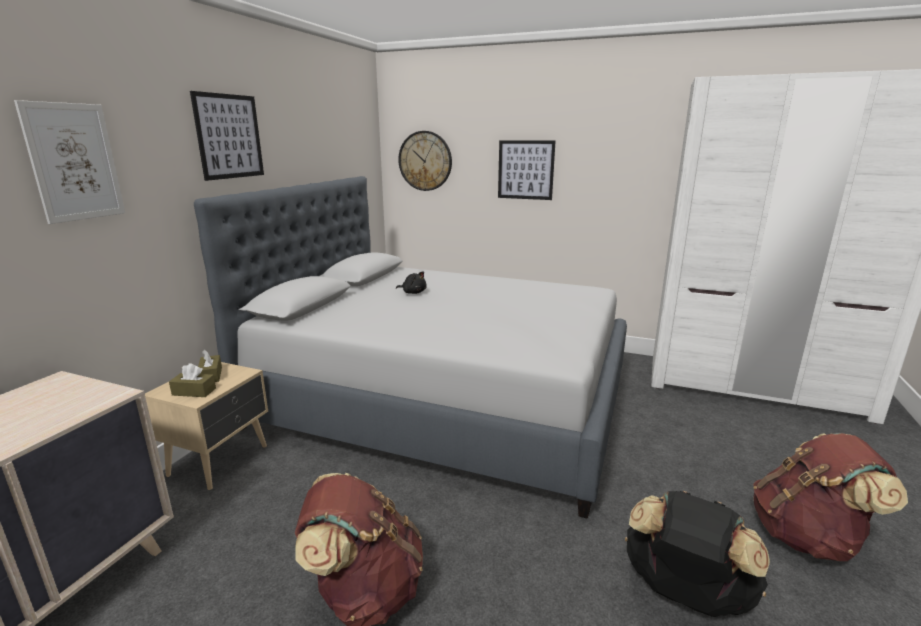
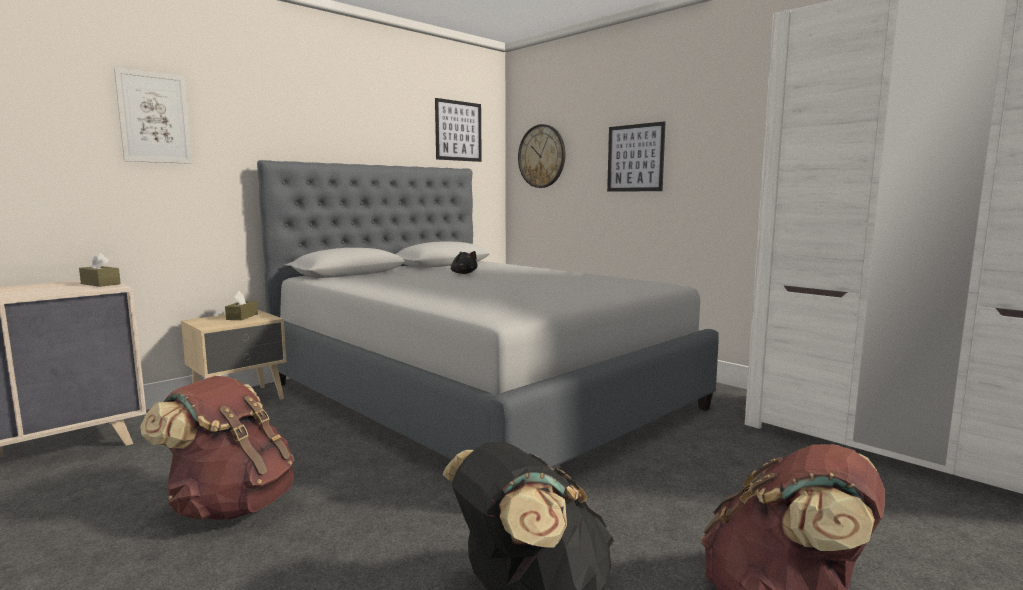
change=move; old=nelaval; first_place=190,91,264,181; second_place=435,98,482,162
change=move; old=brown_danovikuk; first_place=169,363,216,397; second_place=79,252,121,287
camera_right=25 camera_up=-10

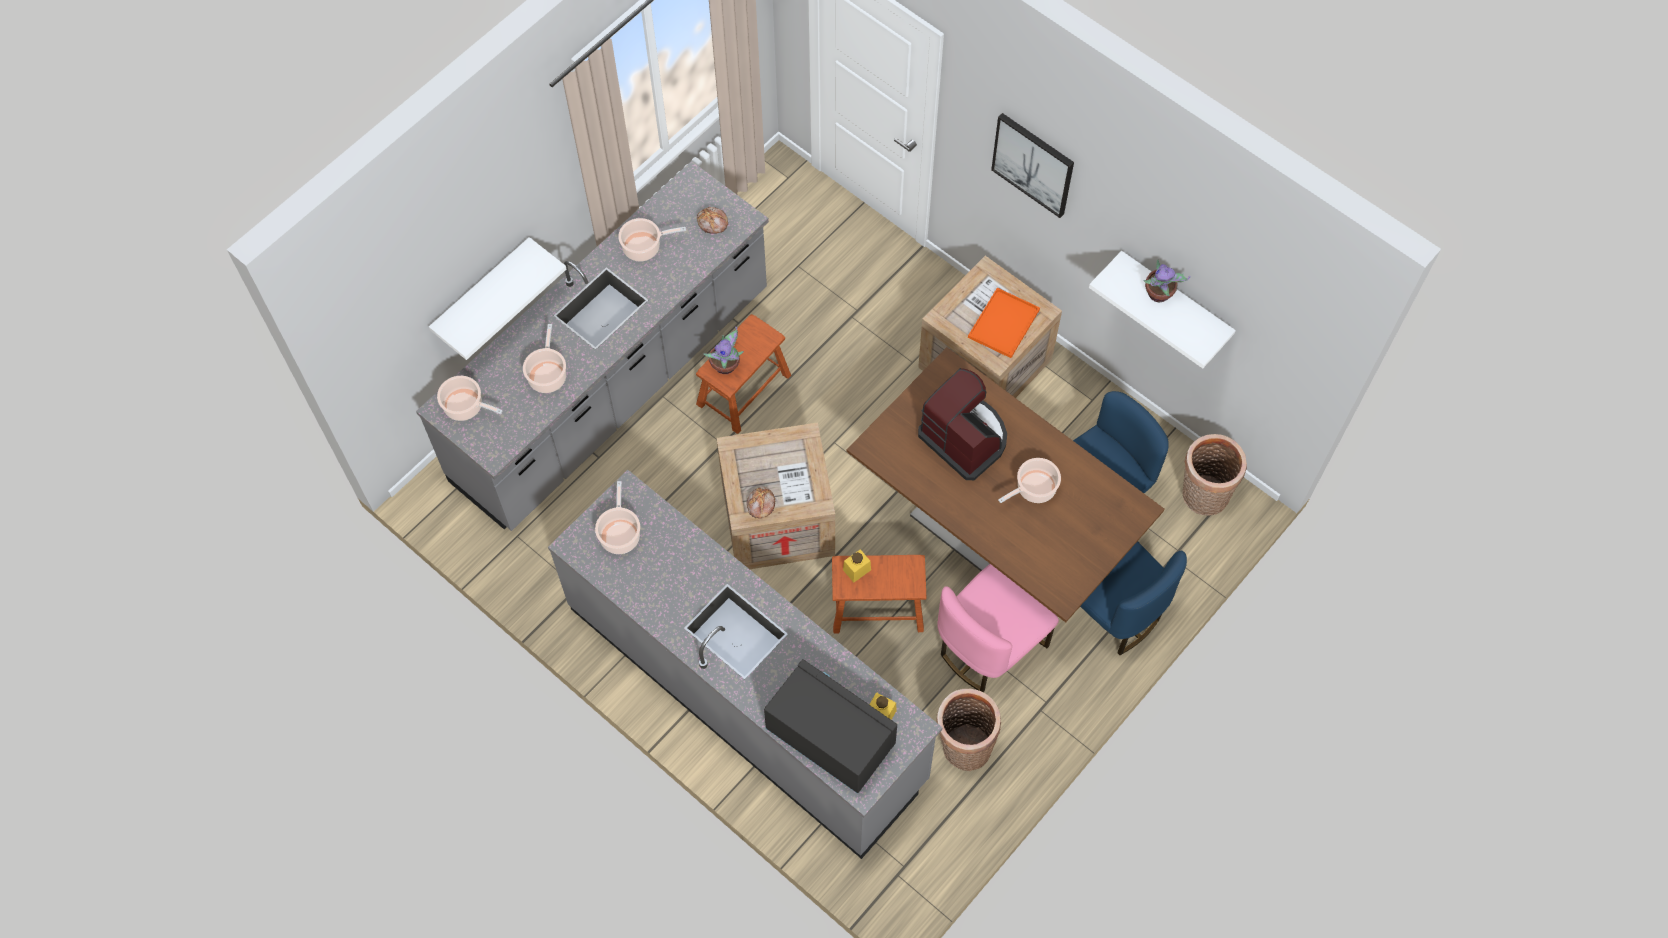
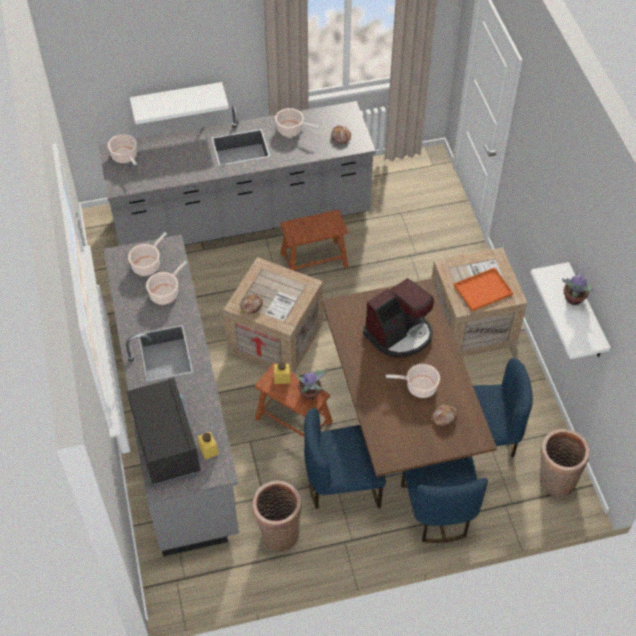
change=delete; old=nelaval; first_place=991,113,1074,218
change=move; old=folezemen; first_place=523,324,566,393; second_place=146,261,187,305
change=move; old=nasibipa; first_place=703,326,744,374; second_place=296,368,327,400
change=rotate; old=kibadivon; first_place=918,368,1007,480; second_place=363,278,434,358; degrees=60
change=recolor; old=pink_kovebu; new=blue_kovebu; first_place=937,564,1059,692; second_place=304,408,386,509
change=insert; new=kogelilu; second_place=432,405,457,426
camera_right=35 camera_up=-10

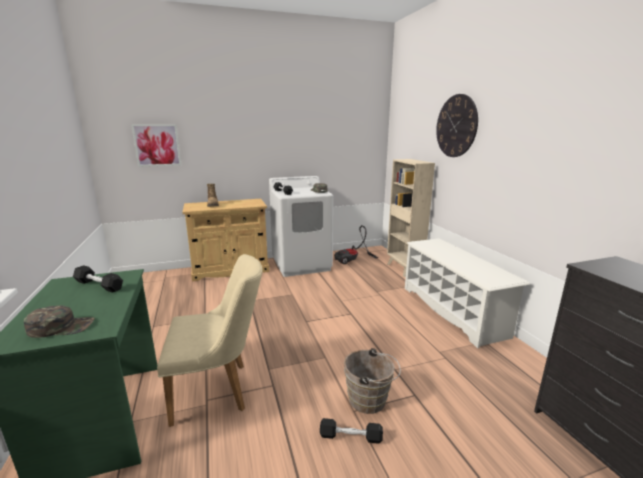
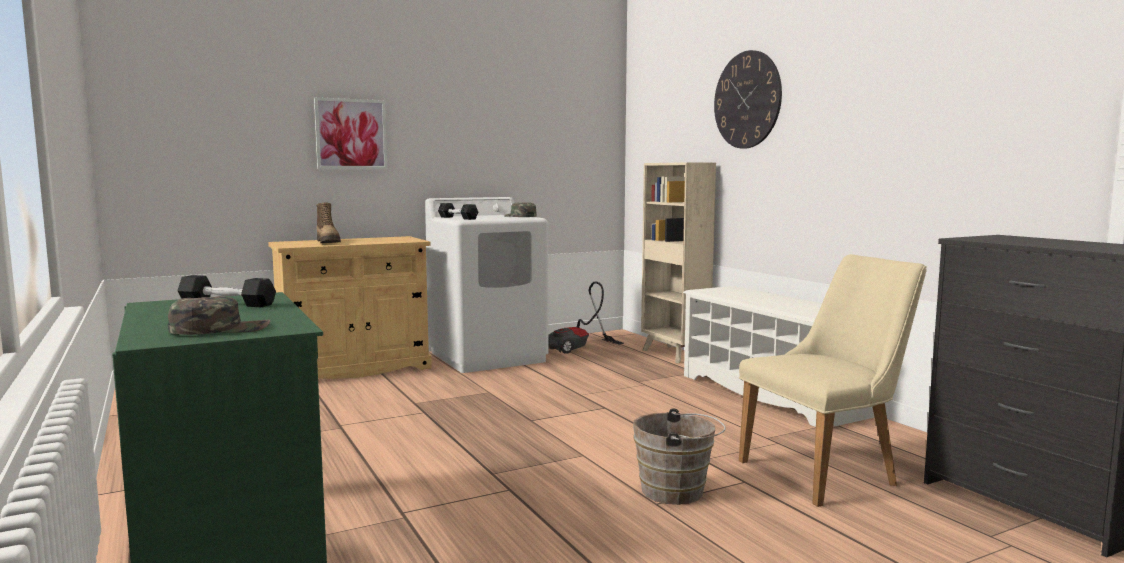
change=move; old=nelaval; first_place=131,124,181,167; second_place=314,97,387,169
change=move; old=beige_kovebu; first_place=157,254,263,427; second_place=739,254,927,507
change=delete; old=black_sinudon; first_place=320,418,383,444
camera_right=-10 camera_up=-10

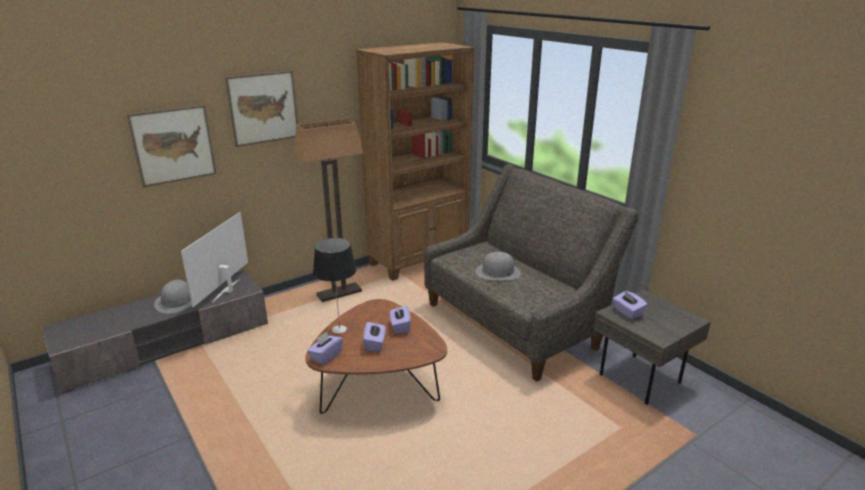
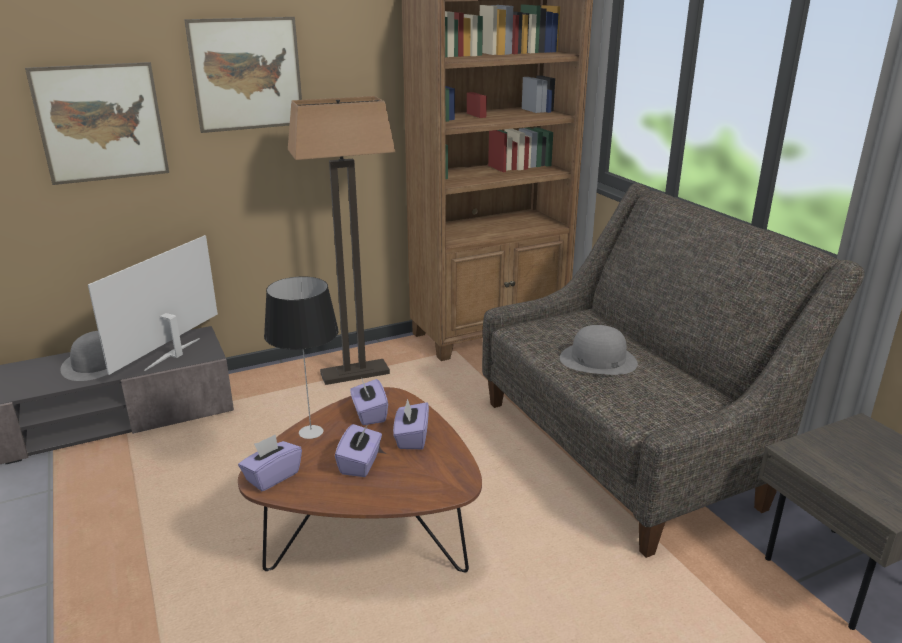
change=move; old=purple_danovikuk; first_place=613,291,648,319; second_place=350,377,388,425
camera_right=10 camera_up=0

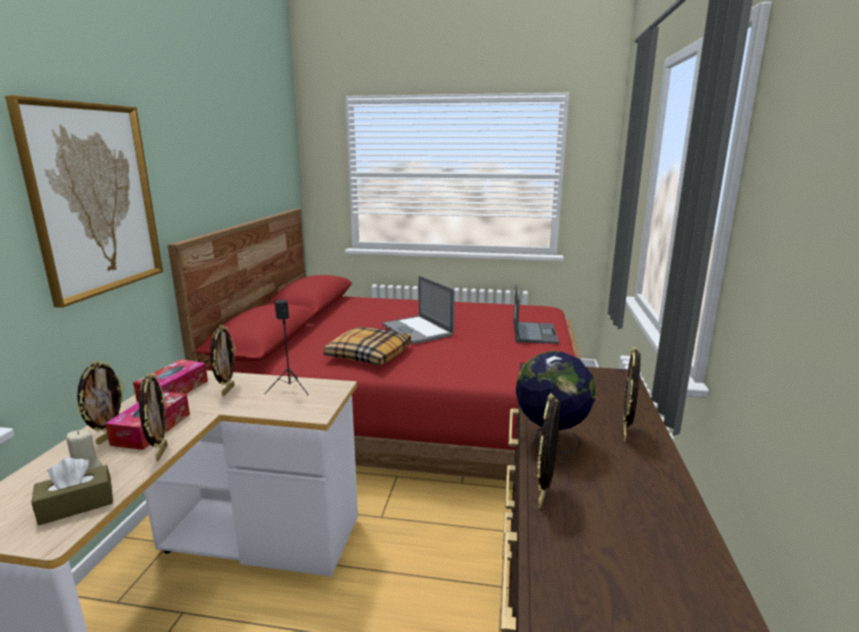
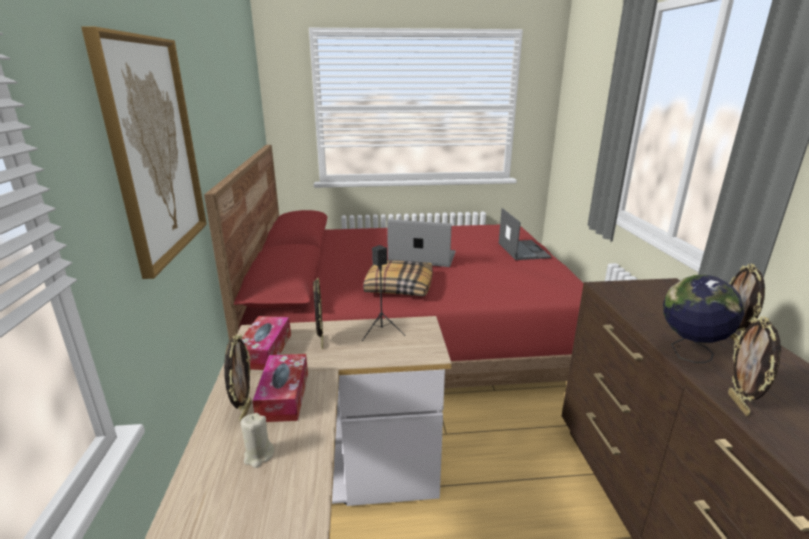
change=rotate; old=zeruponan; first_place=382,275,455,344; second_place=387,219,456,267; degrees=150
change=delete; old=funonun; first_place=139,372,168,462
change=delete; old=brown_danovikuk; first_place=31,457,113,525
camera_right=-15 camera_up=5

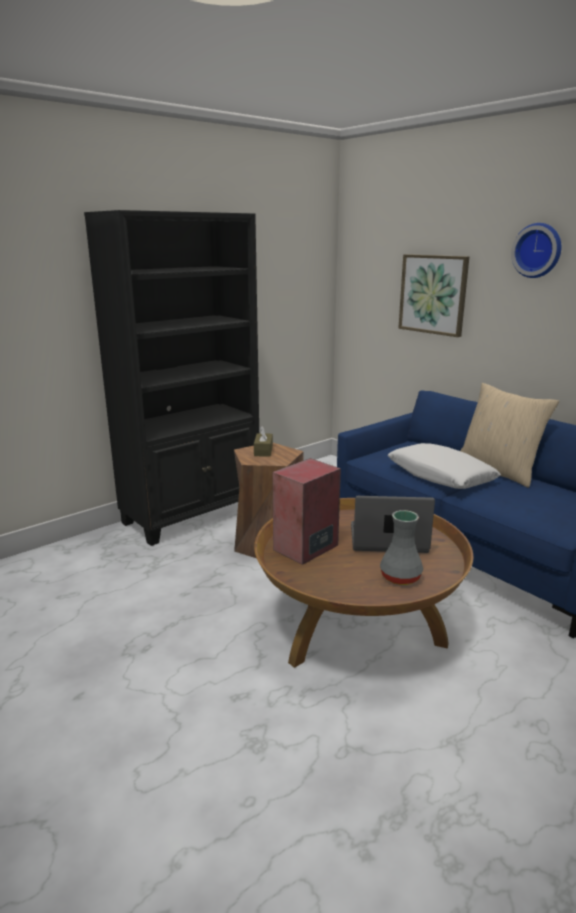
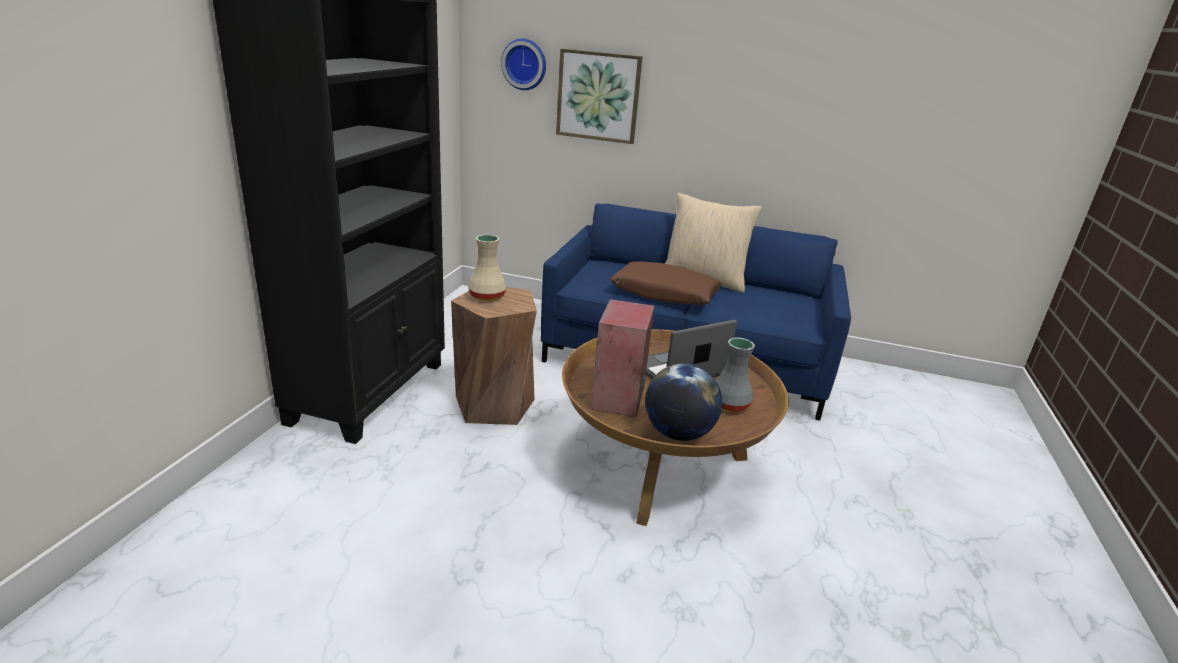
change=move; old=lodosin; first_place=511,223,561,278; second_place=501,38,546,90
change=replace; old=brown_danovikuk; new=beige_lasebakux; first_place=254,426,273,457; second_place=468,235,507,301
change=recolor; old=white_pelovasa; new=brown_pelovasa; first_place=388,443,501,489; second_place=610,261,722,305
change=insert; new=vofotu; second_place=645,364,722,441
camera_right=-35 camera_up=5

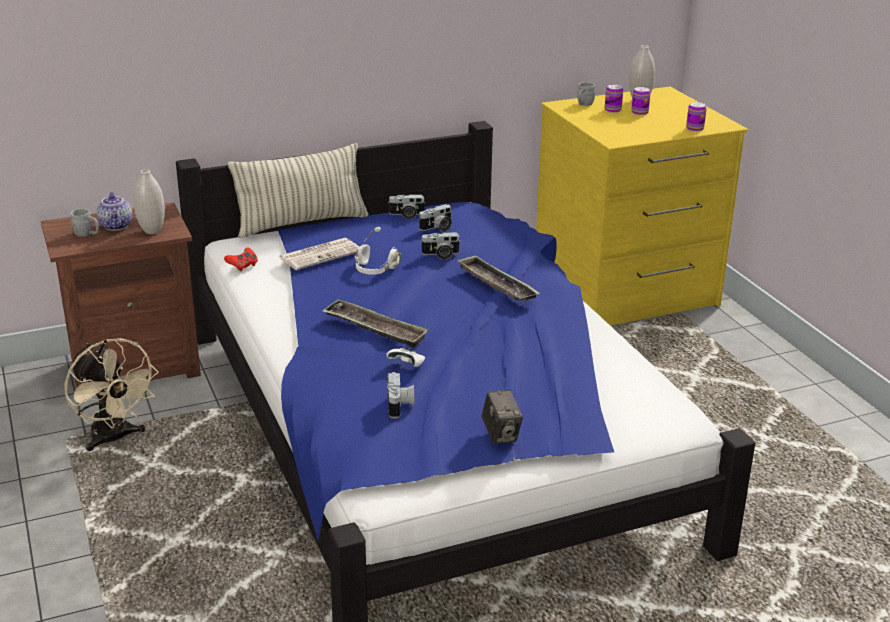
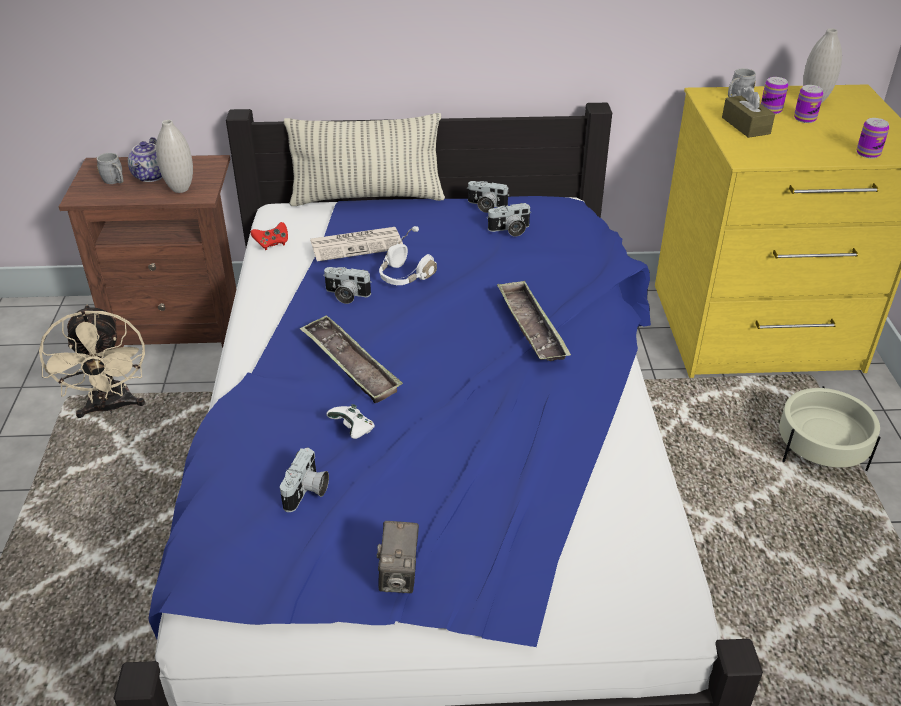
change=move; old=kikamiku; first_place=420,232,461,260; second_place=323,267,372,304
change=insert; new=brown_danovikuk; second_place=722,85,775,138
change=insert; new=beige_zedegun; second_place=779,386,881,471
camera_right=20 camera_up=10

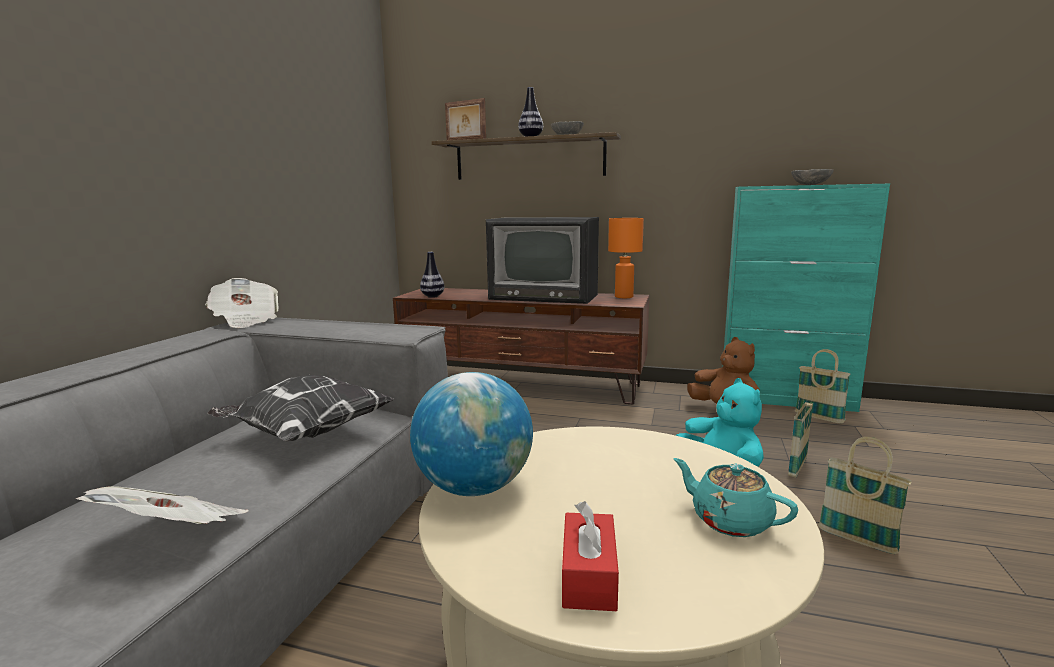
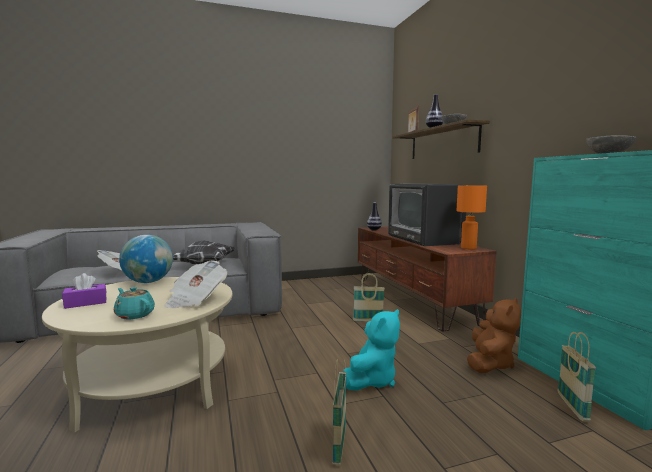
change=move; old=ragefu; first_place=205,278,279,328; second_place=164,260,227,308
change=move; old=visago; first_place=788,384,813,478; second_place=353,273,385,321
change=rotate; old=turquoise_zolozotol; first_place=674,458,798,537; second_place=114,287,155,319; degrees=-60
change=recolor; old=red_danovikuk; new=purple_danovikuk; first_place=562,501,619,611; second_place=62,273,106,309
camera_right=55 camera_up=-5

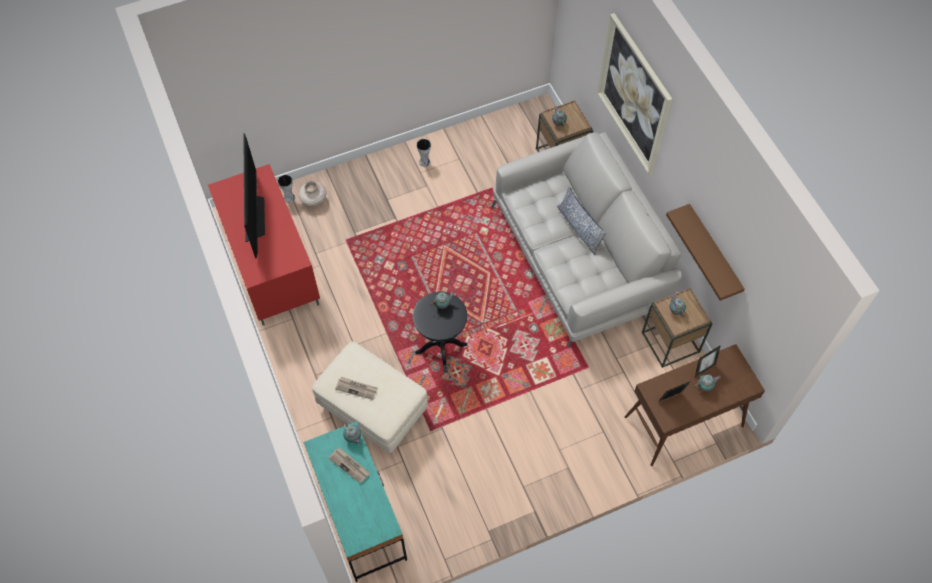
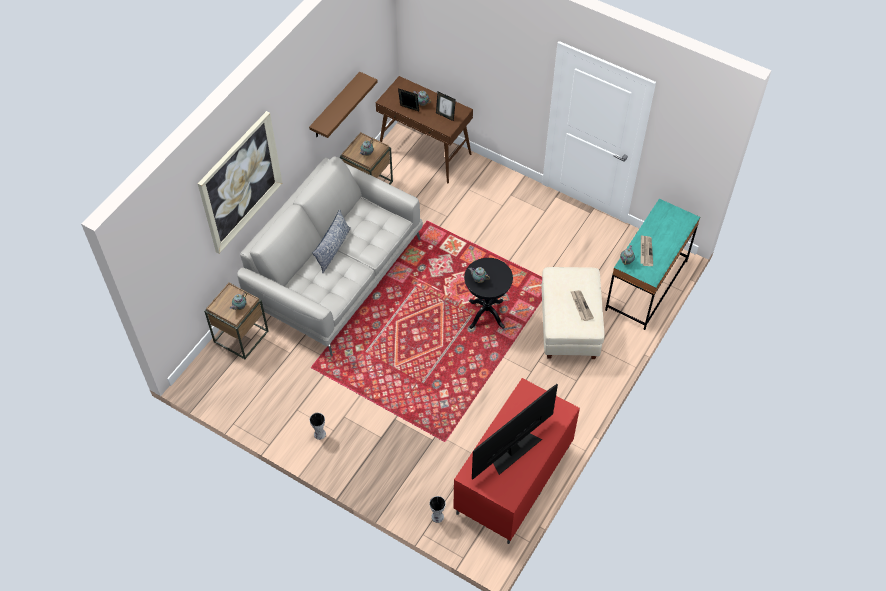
change=delete; old=beige_lasebakux; first_place=299,181,326,206
camera_right=-125 camera_up=-5

